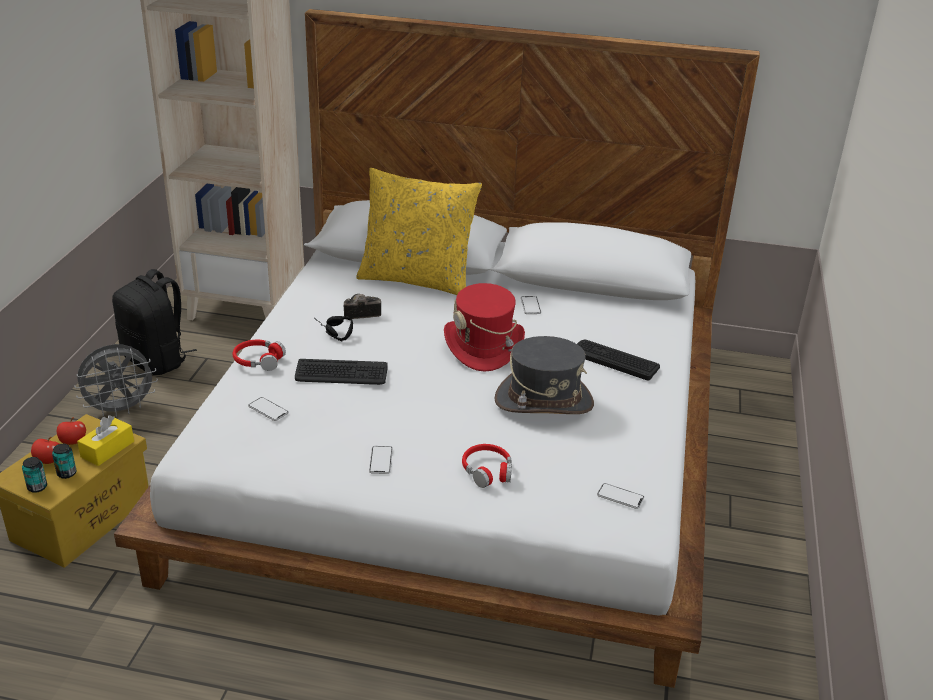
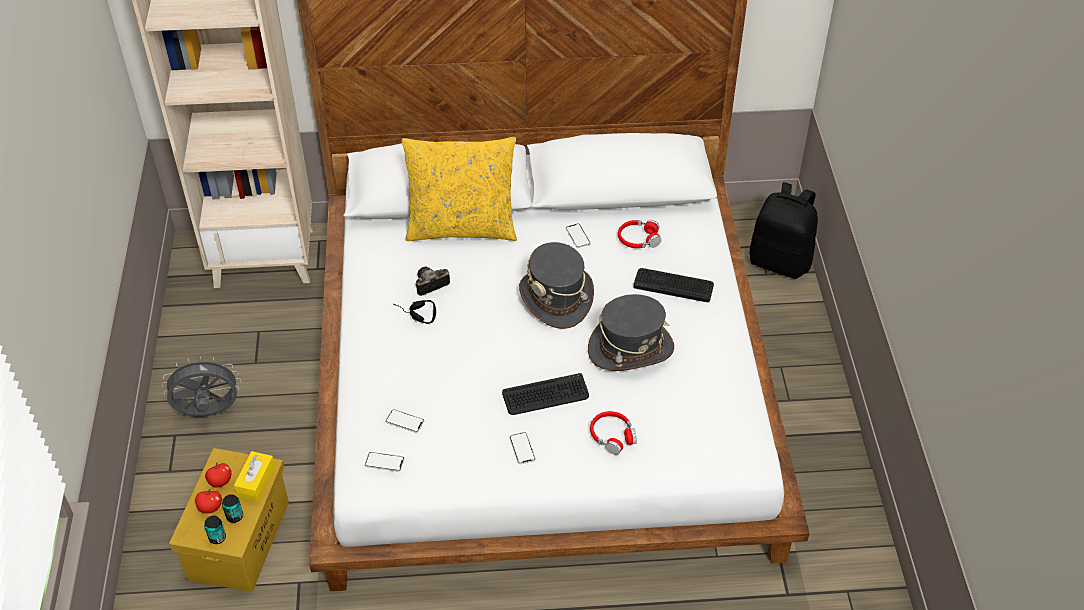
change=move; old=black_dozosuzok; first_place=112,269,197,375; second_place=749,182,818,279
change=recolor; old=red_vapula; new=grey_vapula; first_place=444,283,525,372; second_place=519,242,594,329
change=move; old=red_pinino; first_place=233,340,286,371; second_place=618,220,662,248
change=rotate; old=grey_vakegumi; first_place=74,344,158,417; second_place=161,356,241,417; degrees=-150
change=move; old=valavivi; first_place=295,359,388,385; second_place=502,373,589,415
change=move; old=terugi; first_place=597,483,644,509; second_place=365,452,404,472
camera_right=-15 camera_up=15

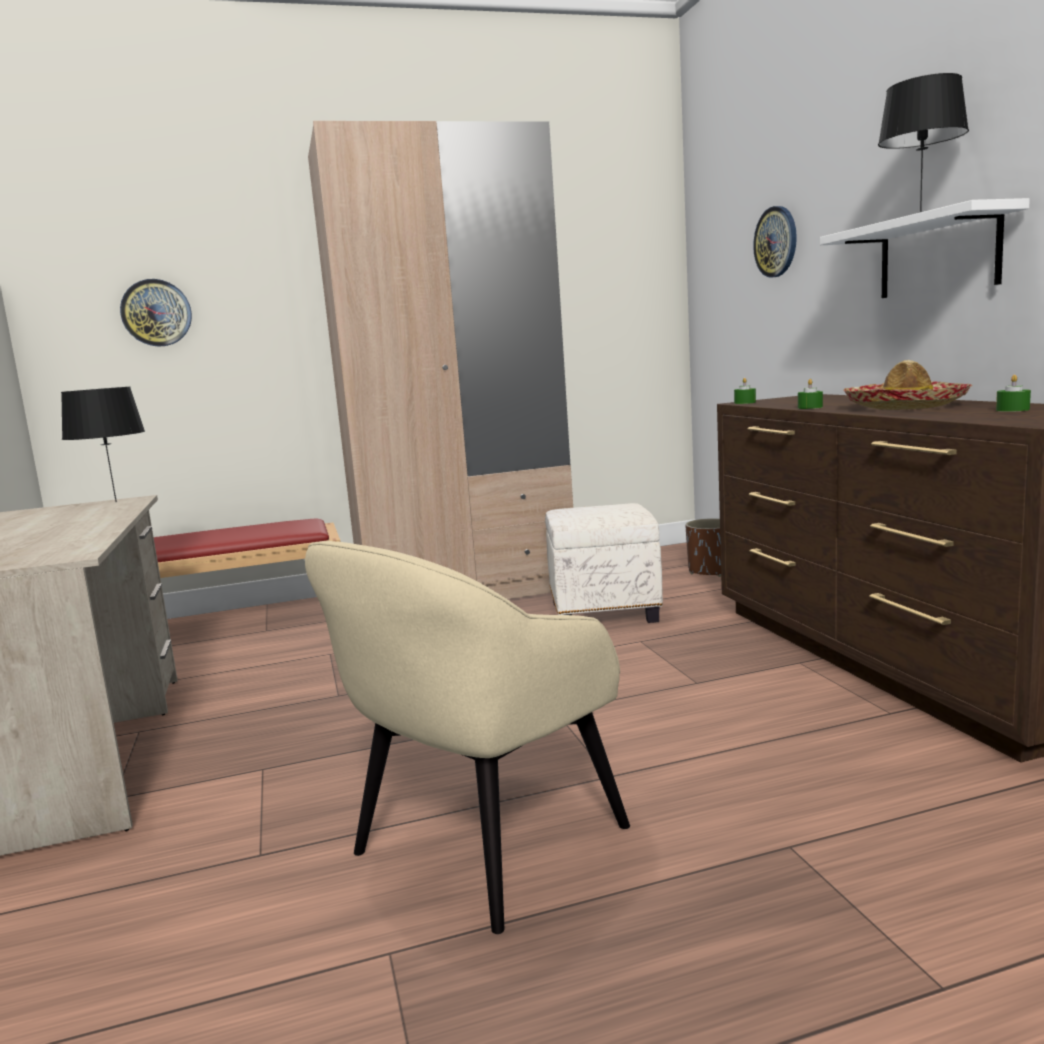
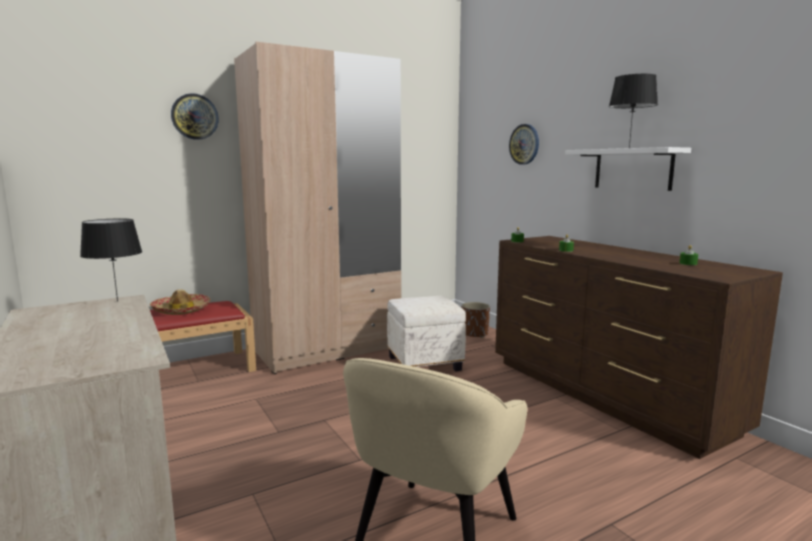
change=move; old=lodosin; first_place=120,279,192,347; second_place=171,93,219,140
change=move; old=vapula; first_place=843,360,972,410; second_place=150,289,210,315
camera_right=-15 camera_up=0

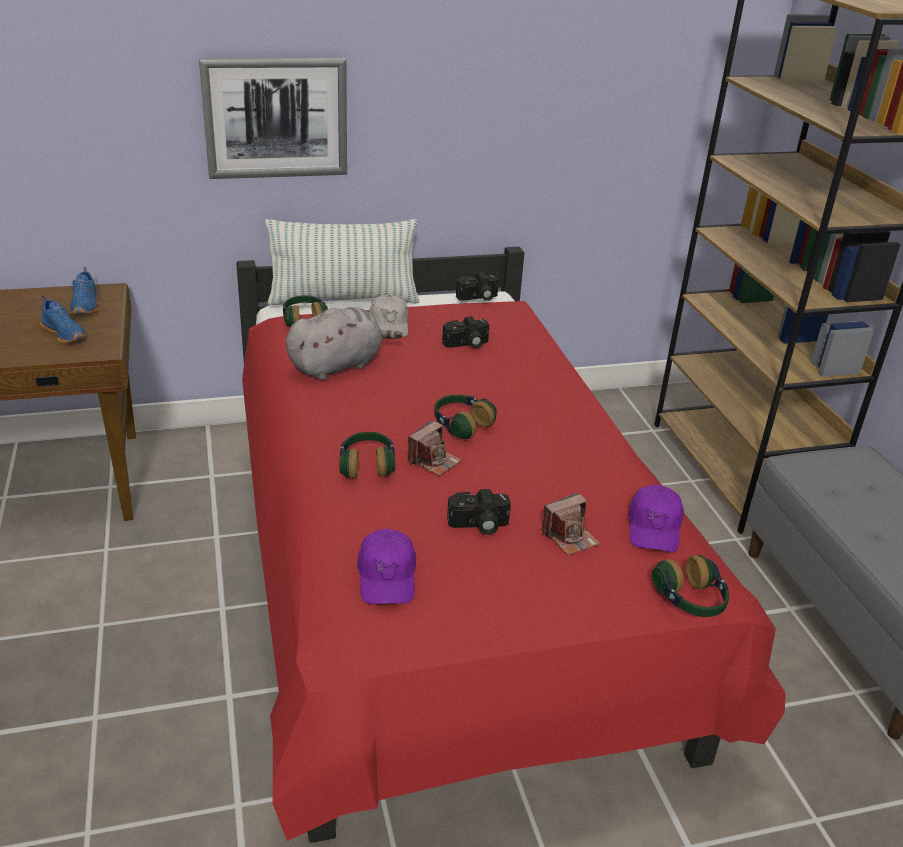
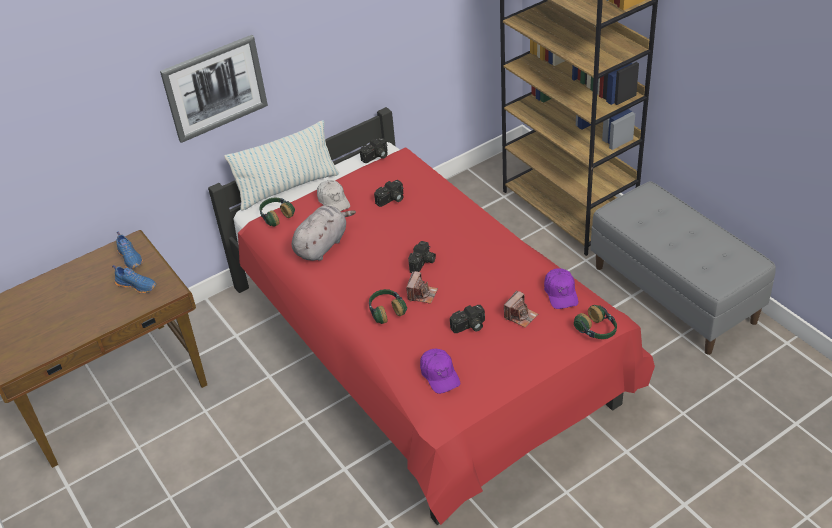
change=replace; old=pinino; new=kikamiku; first_place=434,395,497,439; second_place=408,241,436,273
camera_right=-15 camera_up=10

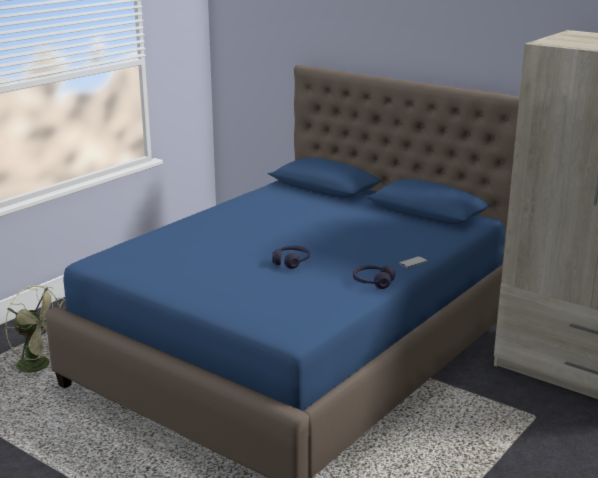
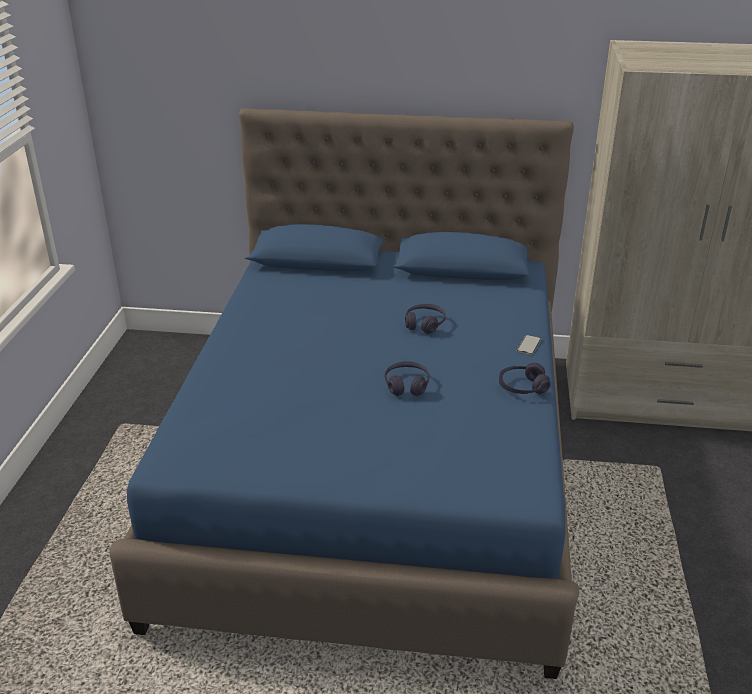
change=delete; old=green_vakegumi; first_place=5,285,65,373
change=insert; new=purple_pinino; second_place=405,304,446,334
camera_right=-30 camera_up=10

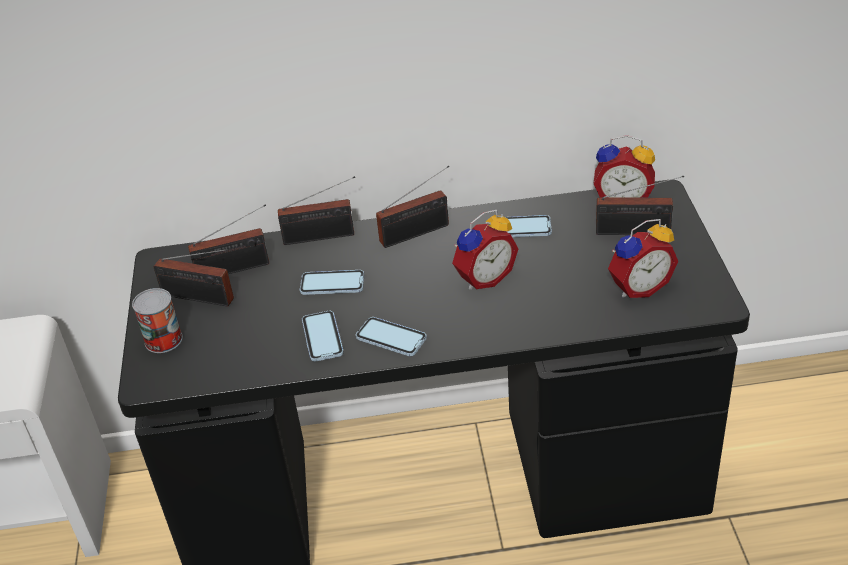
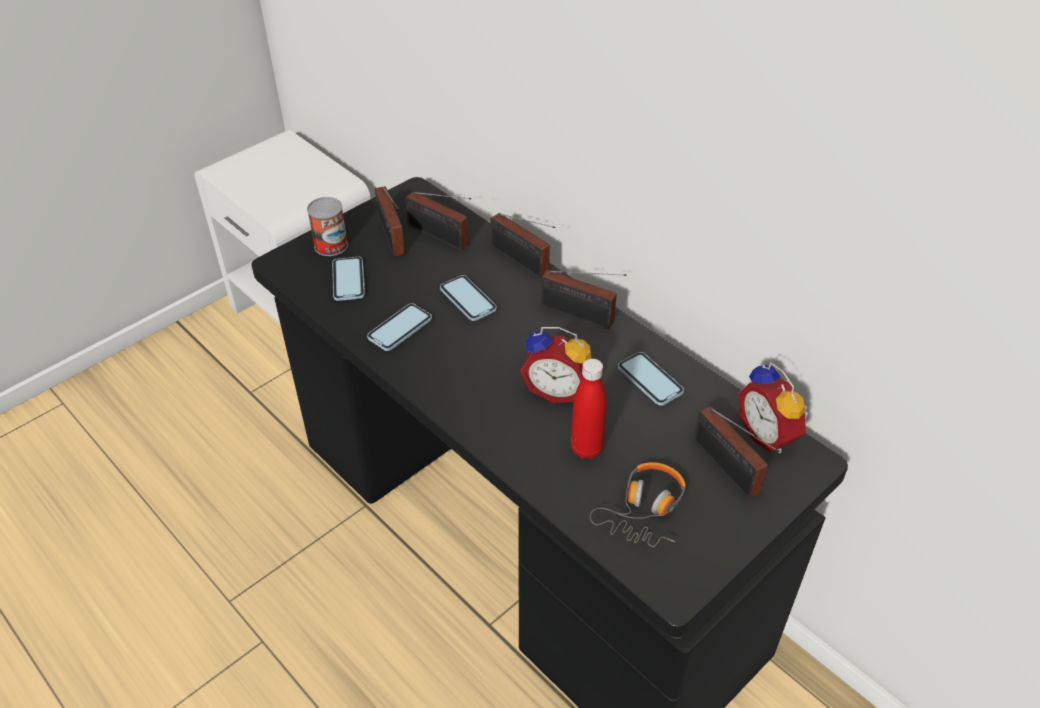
change=replace; old=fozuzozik; new=pinino; first_place=608,219,678,298; second_place=590,462,686,547
change=move; old=terugi; first_place=356,317,427,356; second_place=332,257,365,301
change=insert; new=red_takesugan; second_place=571,359,607,459
camera_right=50 camera_up=5

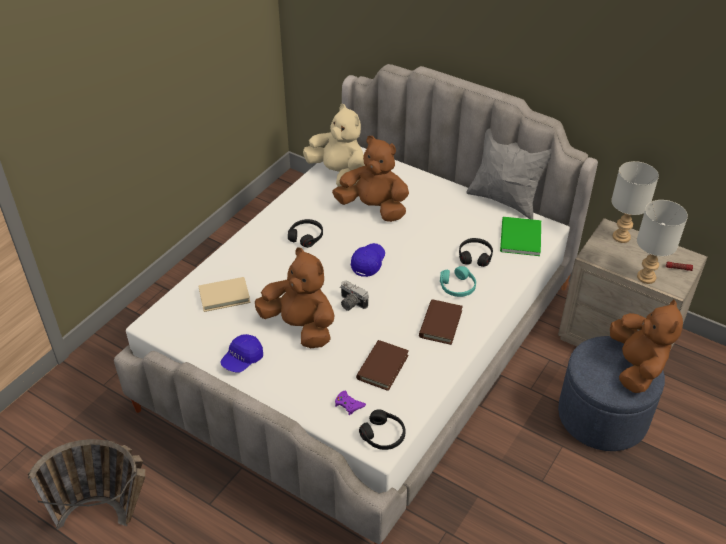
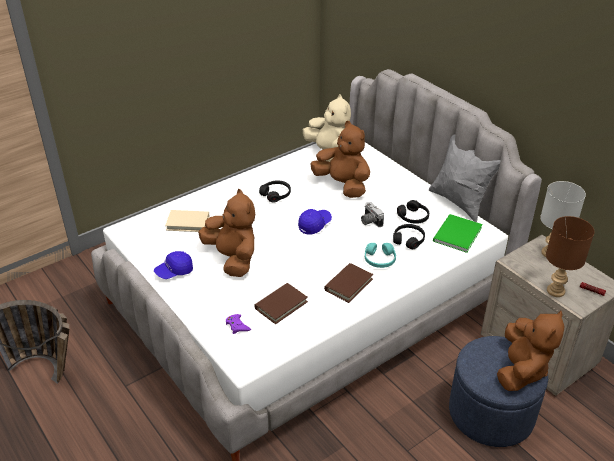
change=recolor; old=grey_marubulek; new=brown_marubulek; first_place=637,200,688,284; second_place=546,216,595,297
change=move; old=kikamiku; first_place=340,281,369,311; second_place=361,202,384,227
change=move; old=black_pinino; first_place=359,409,405,450; second_place=397,200,429,224
camera_right=20 camera_up=-5

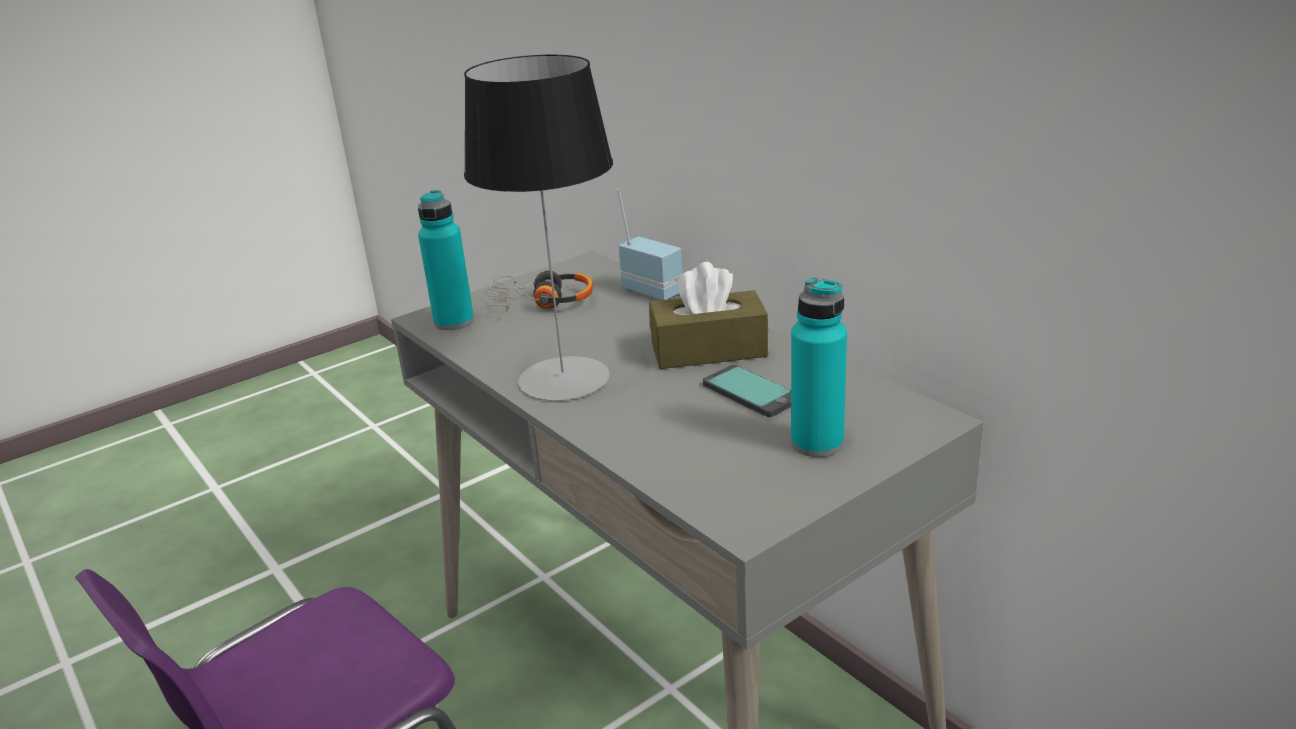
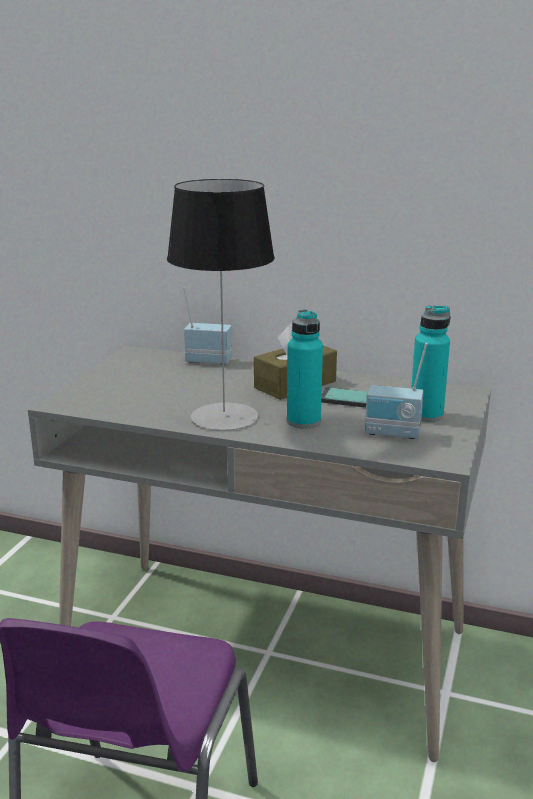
change=move; old=turquoise_takesugan; first_place=418,190,474,330; second_place=287,309,323,429
change=delete; old=pinino; first_place=489,271,593,311
change=insert; new=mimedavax; second_place=365,343,428,439
camera_right=-35 camera_up=-5

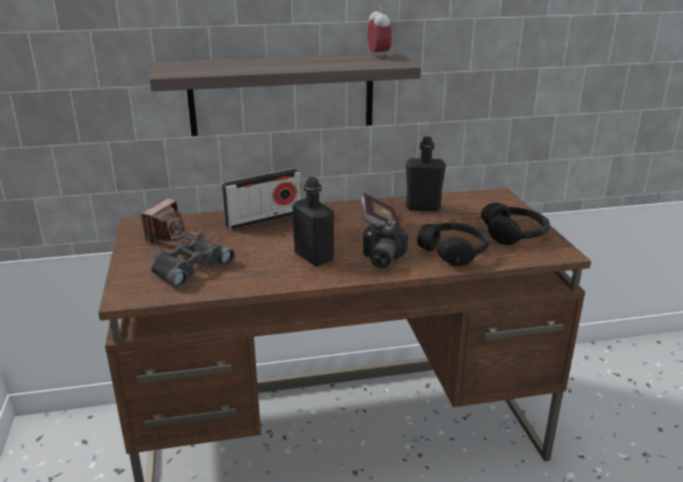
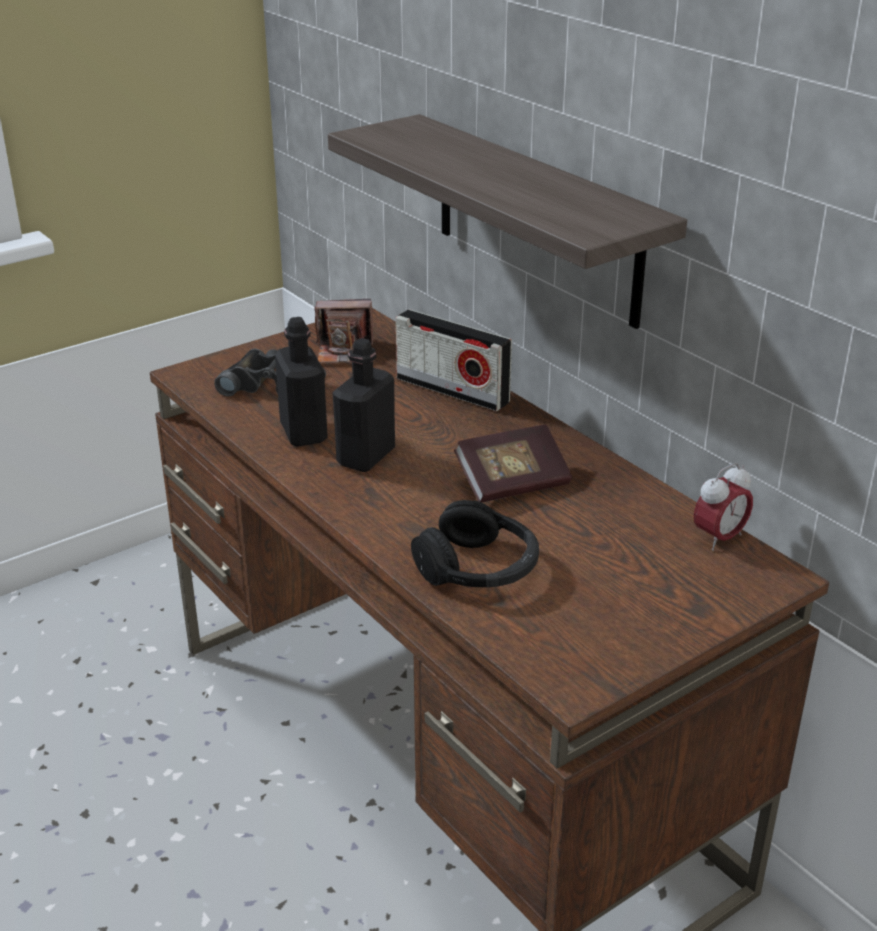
change=move; old=fozuzozik; first_place=368,6,392,58; second_place=694,463,753,551
change=move; old=black_takesugan; first_place=406,137,446,211; second_place=275,317,328,446
change=delete; old=black_pinino; first_place=481,202,550,245
change=delete; old=kikamiku; first_place=363,220,408,268
camera_right=65 camera_up=5

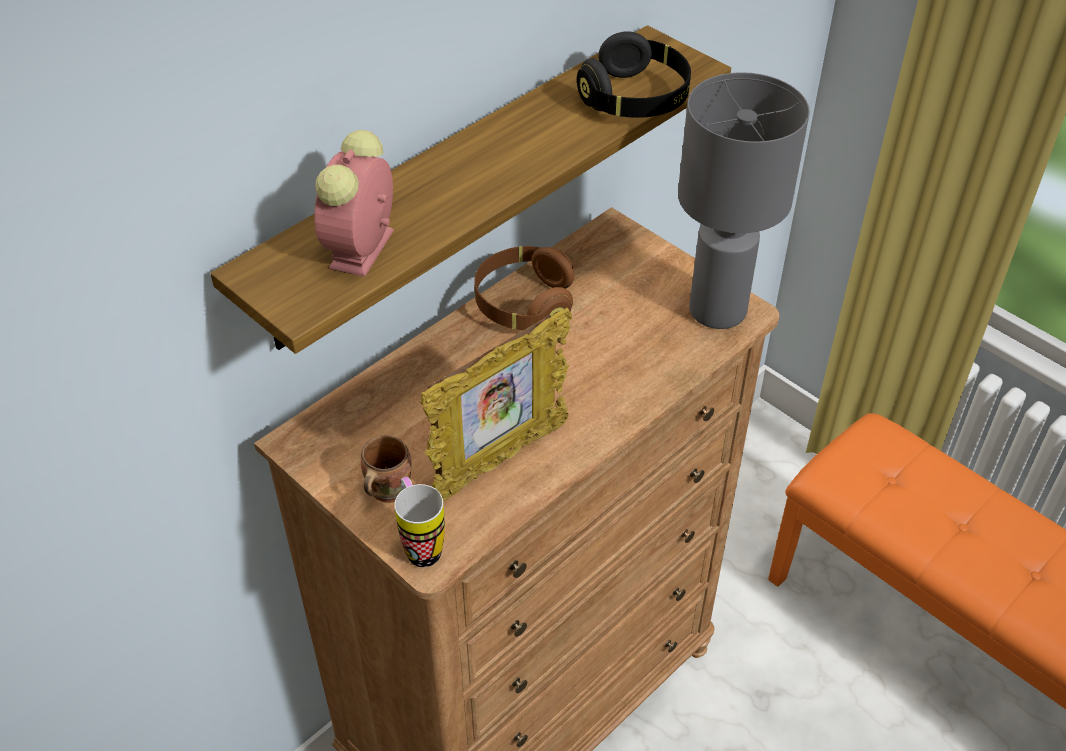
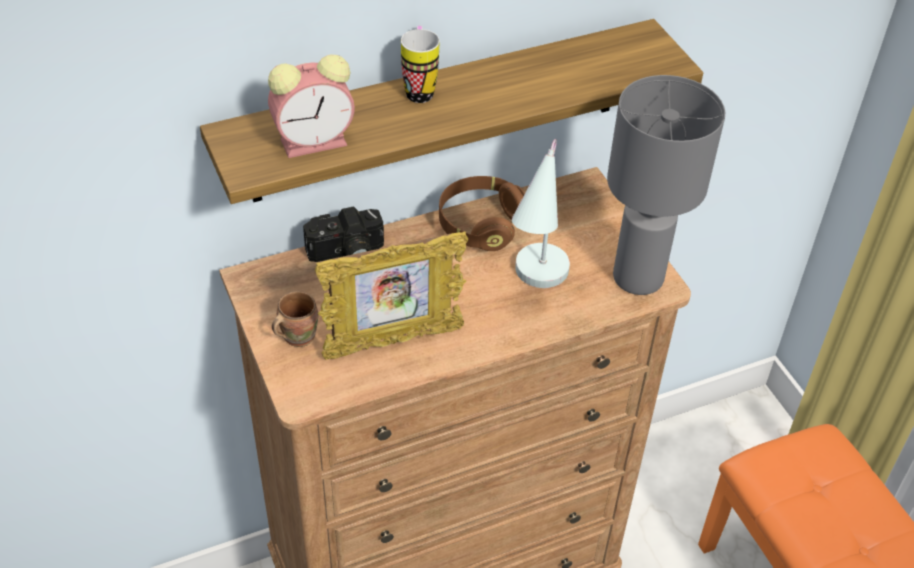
change=delete; old=black_pinino; first_place=577,31,691,118
change=rotate; old=fozuzozik; first_place=314,130,394,277; second_place=268,55,355,158; degrees=-150
change=move; old=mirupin; first_place=394,477,445,567; second_place=401,26,439,103
change=insert; new=white_marubulek; second_place=512,139,570,288
change=insert; new=kikamiku; second_place=303,206,384,262
camera_right=20 camera_up=0

